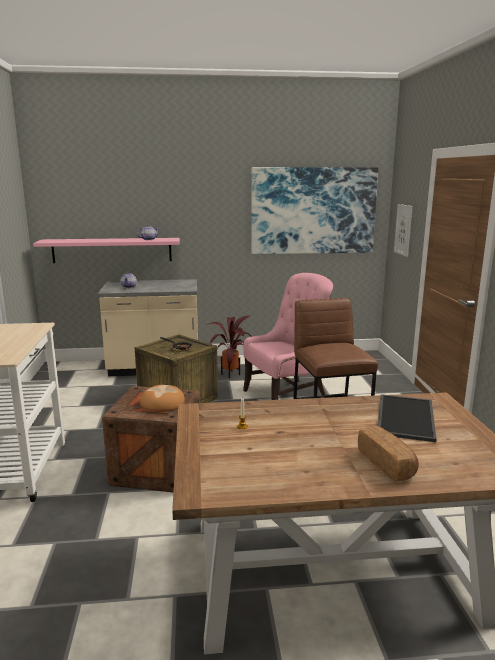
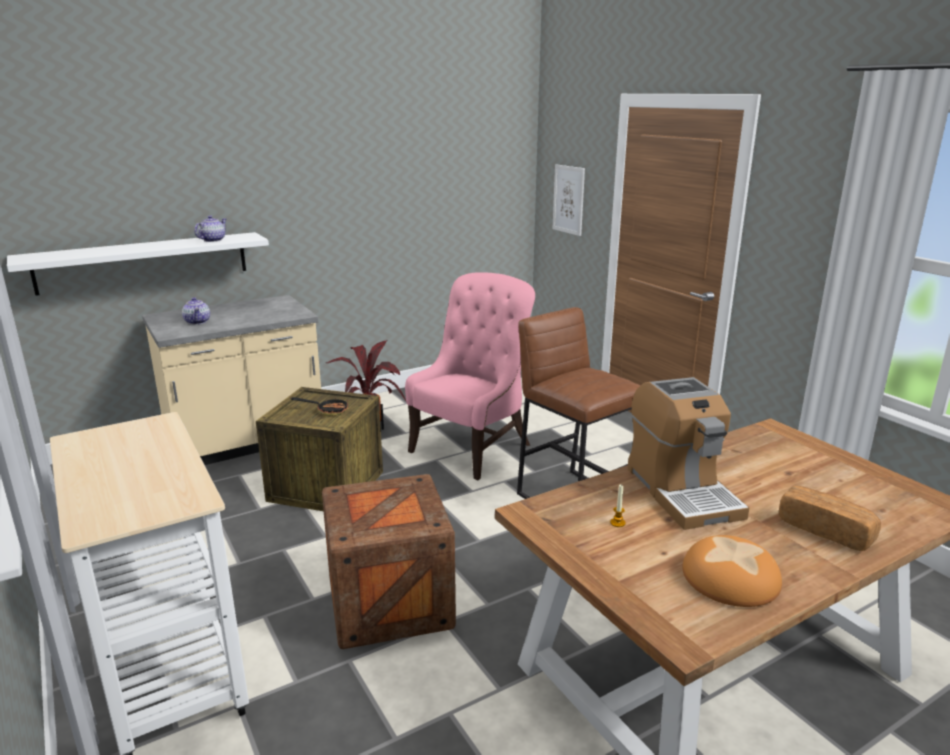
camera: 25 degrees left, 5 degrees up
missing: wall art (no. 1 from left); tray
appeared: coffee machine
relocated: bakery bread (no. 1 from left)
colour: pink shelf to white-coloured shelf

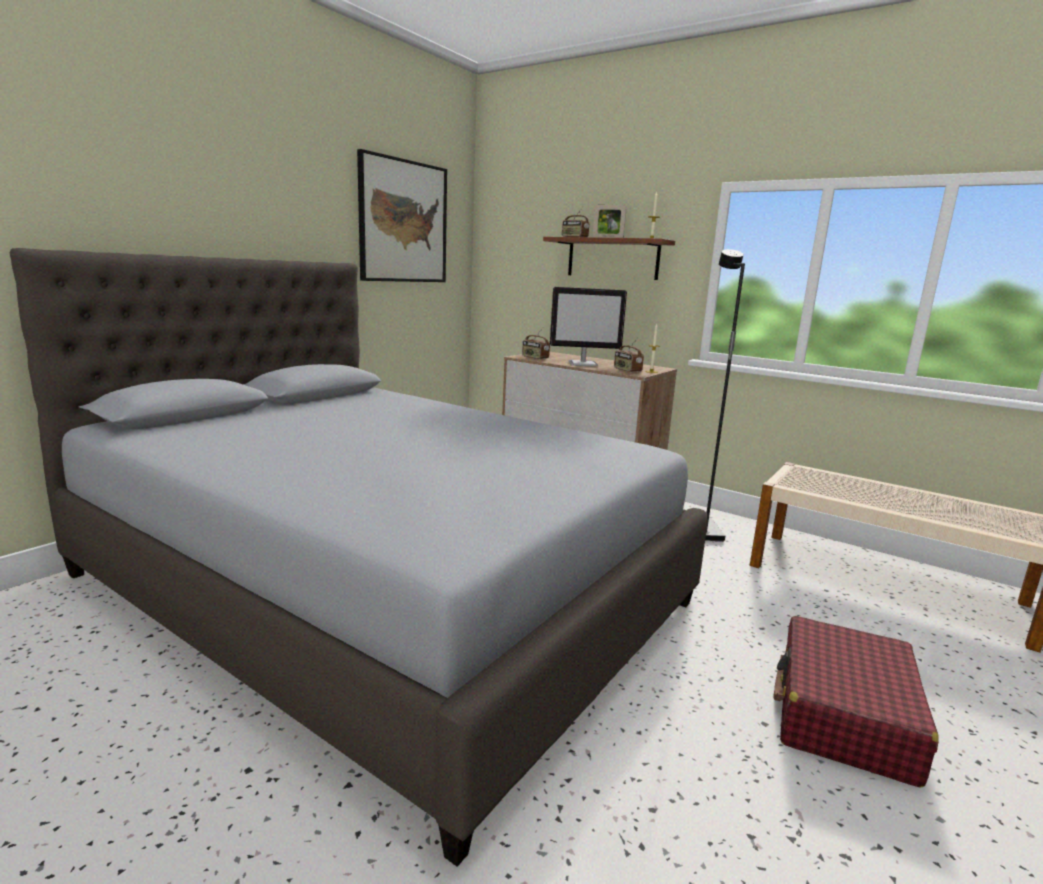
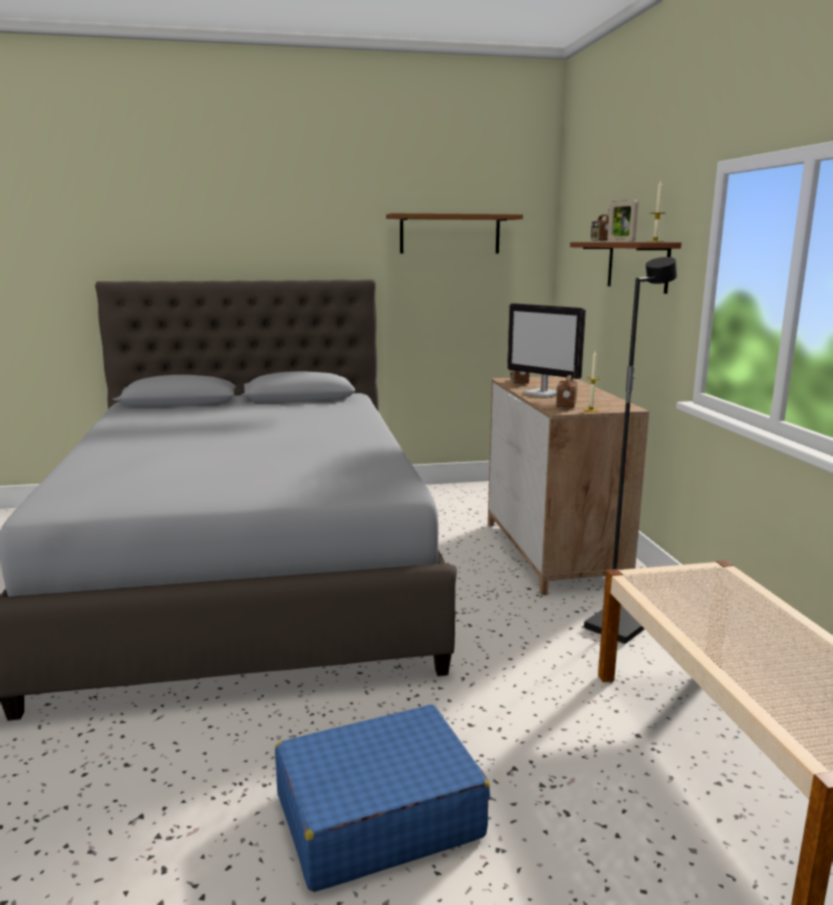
camera: 45 degrees right, 0 degrees up
exchanged: wall art to brown shelf (no. 1 from left)
colour: reddish travel case to bluish travel case

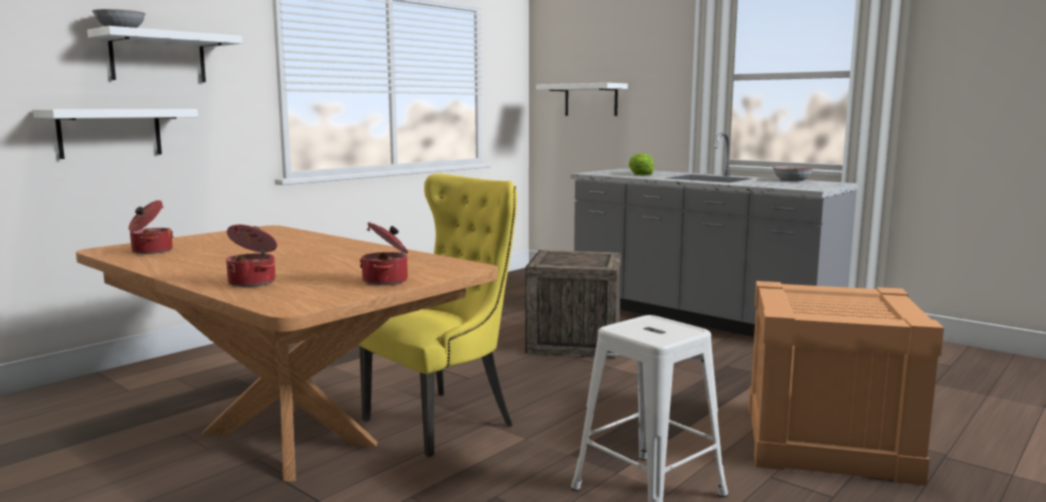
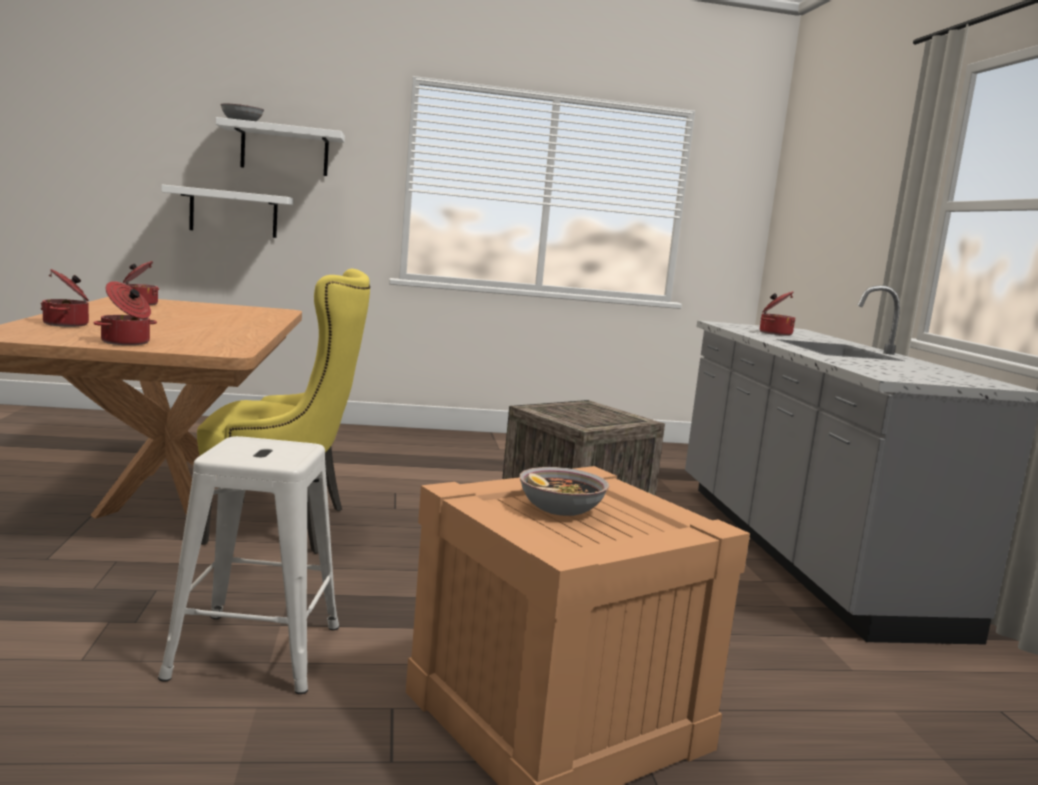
camera: 40 degrees right, 0 degrees up
missing: white-coloured shelf (no. 3 from left)
relocated: serving bowl (no. 2 from left)
exchanged: lettuce to stockpot (no. 4 from left)

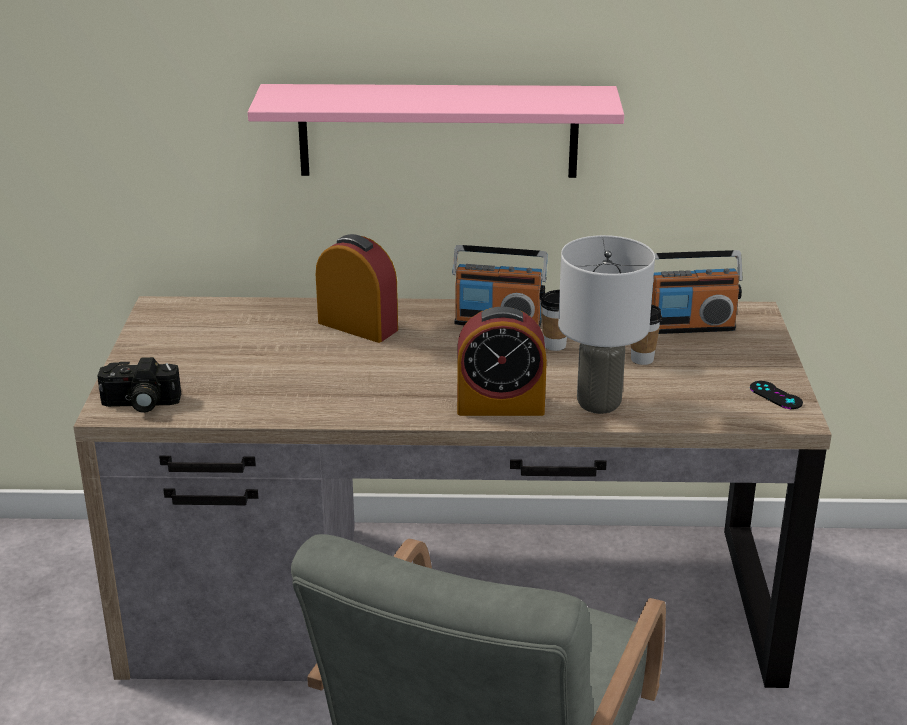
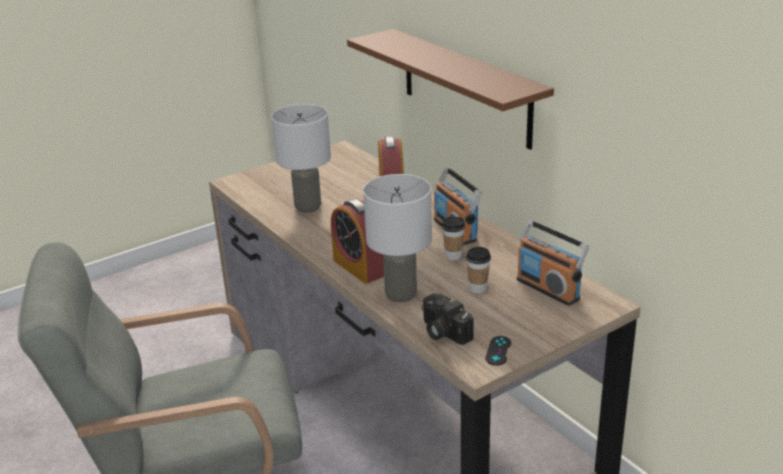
camera: 55 degrees right, 0 degrees up
appeared: white-coloured lamp for a table (no. 1 from left)
relocated: still camera
colour: pink shelf to brown shelf

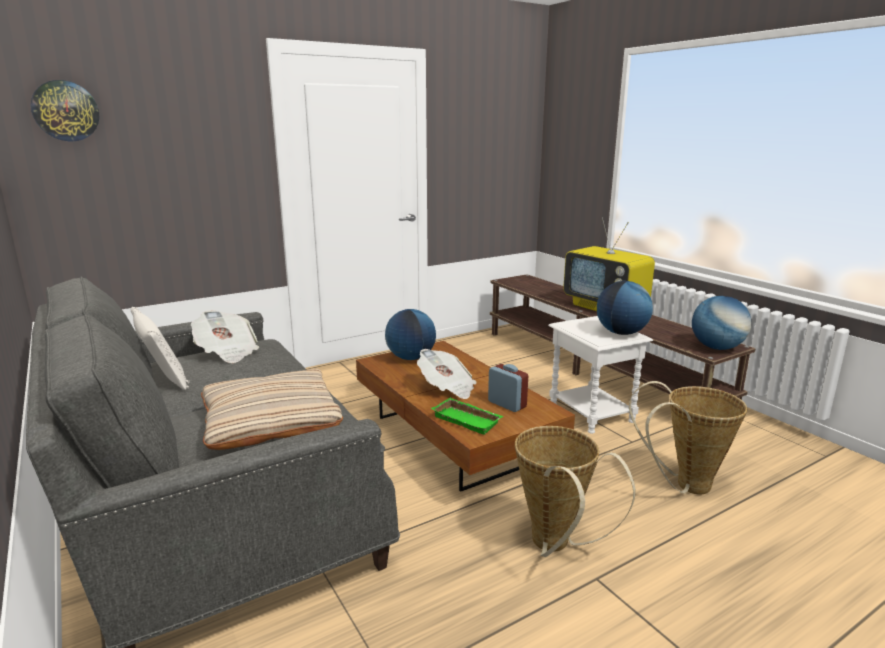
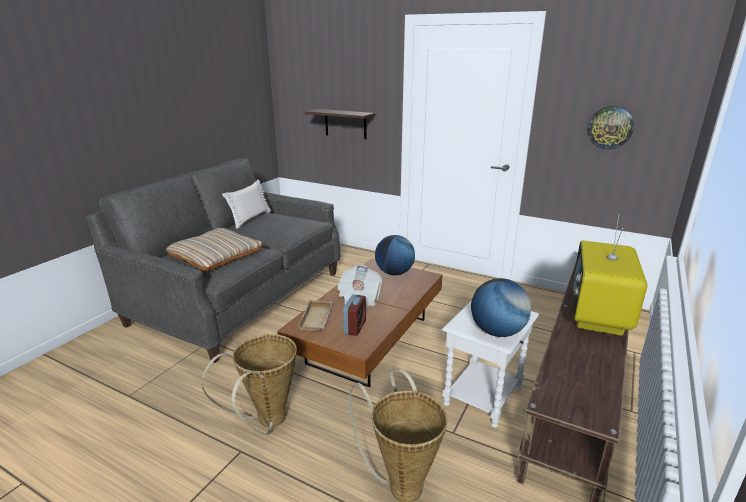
camera: 60 degrees right, 5 degrees up
missing: world globe (no. 3 from left); daily paper (no. 1 from left)
appeared: shelf
relocated: hanging clock
colour: green tray to beige tray

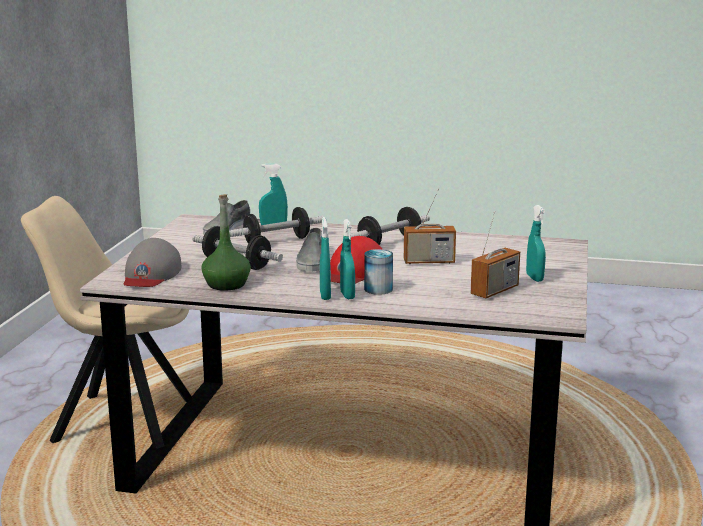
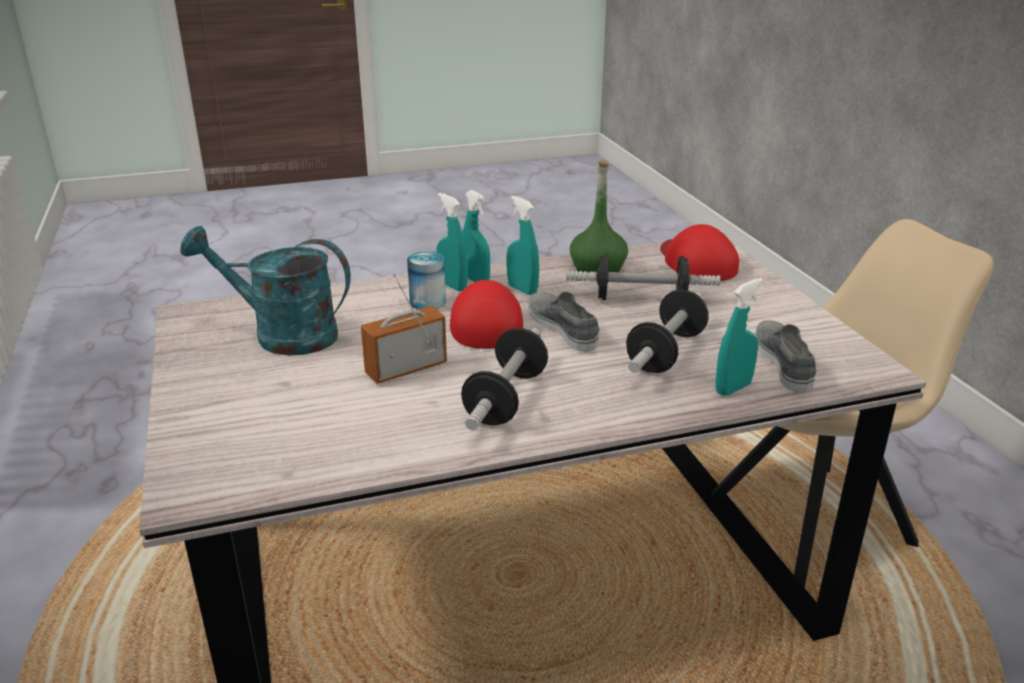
camera: 150 degrees right, 10 degrees up
relocated: turquoise-coloured spray bottle (no. 4 from left in the first image) to turquoise-coloured spray bottle (no. 3 from left)
exchanged: radio receiver (no. 2 from left) to turquoise-coloured sprinkling can
colour: grey cap to reddish cap (no. 2 from left)

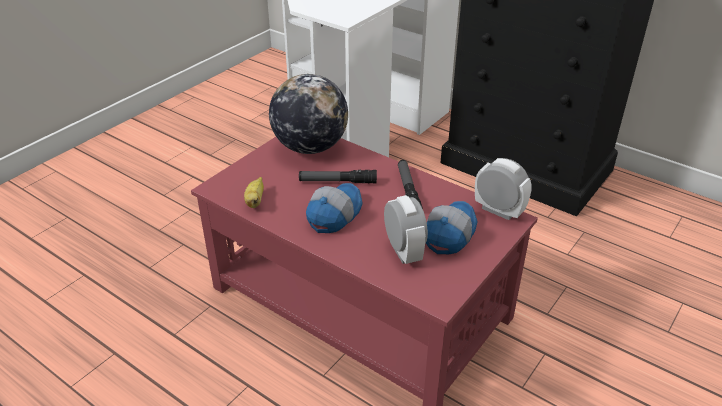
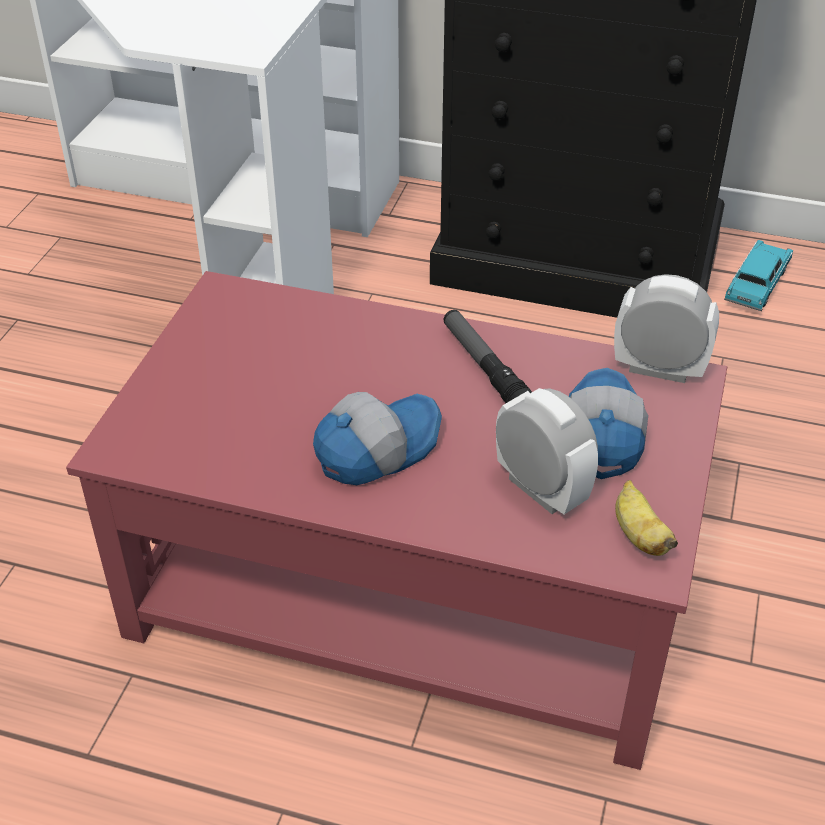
camera: 20 degrees left, 5 degrees up
missing: world globe; hand torch (no. 1 from left)
appeared: turquoise-coloured miniature car
relocated: whole banana
spun: cap (no. 1 from left) 45 degrees clockwise

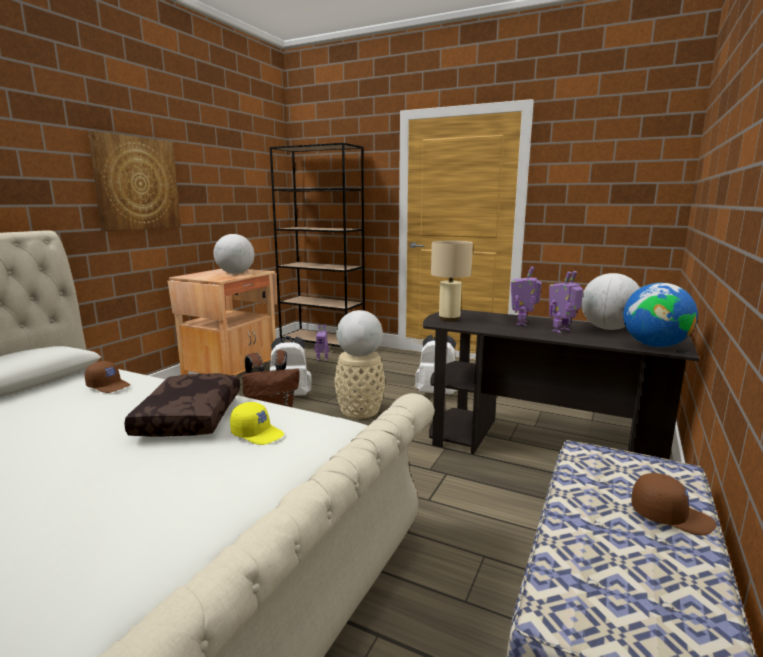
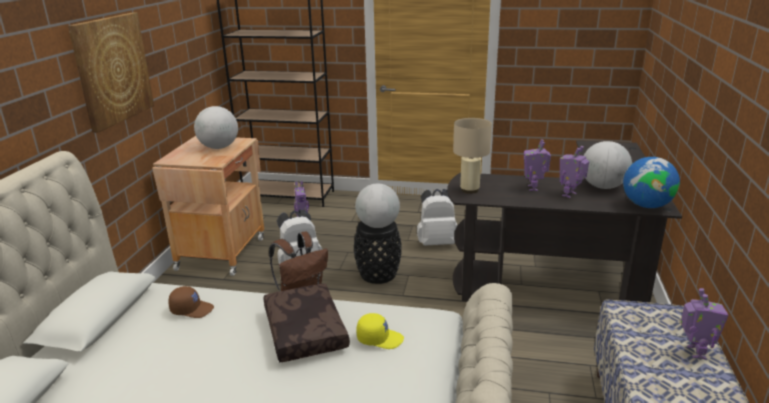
camera: 15 degrees left, 10 degrees up
exchanged: brown cap (no. 2 from left) to robot figure (no. 4 from left)
colour: beige sitting stool to black sitting stool

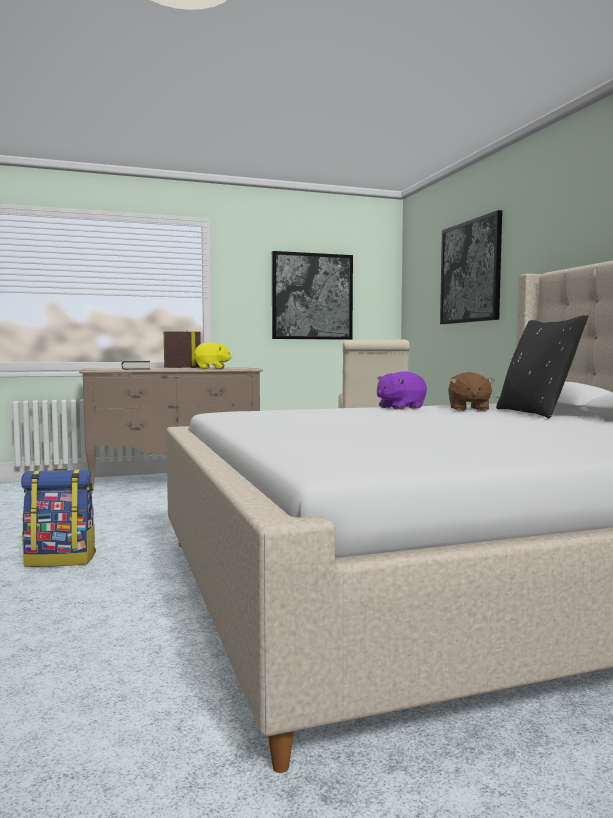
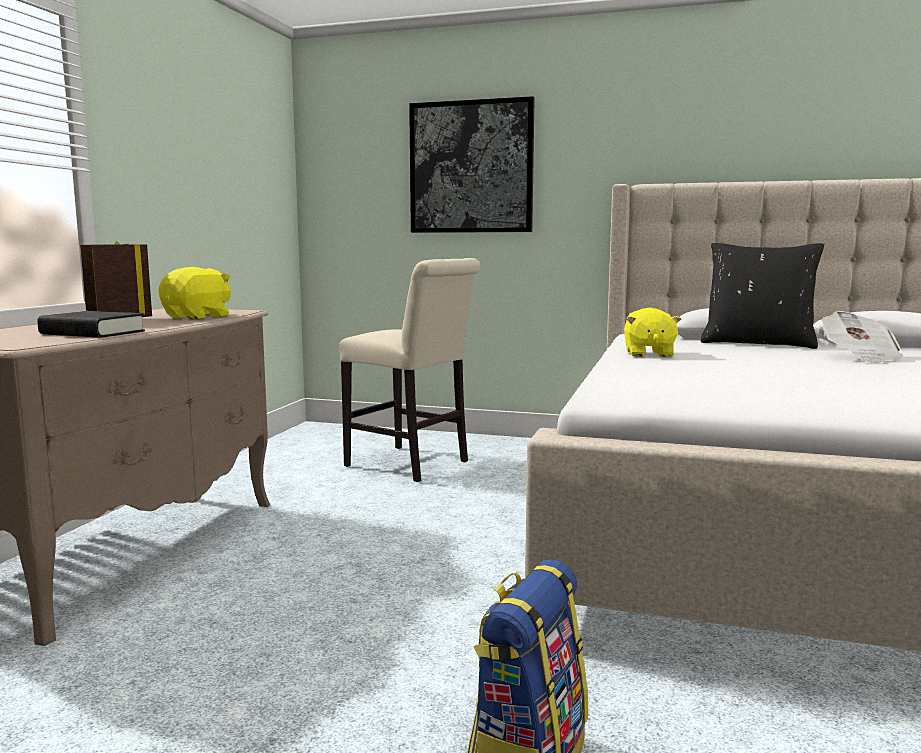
camera: 55 degrees left, 5 degrees up
missing: wall art (no. 1 from left); brown plush toy
appeared: daily paper
colour: purple plush toy to yellow plush toy (no. 2 from left)

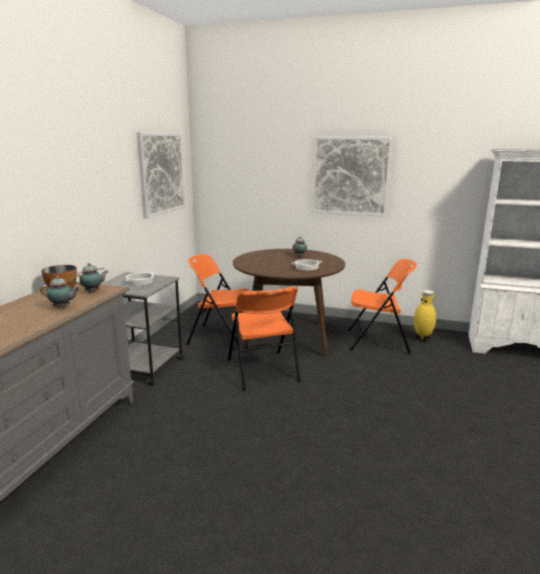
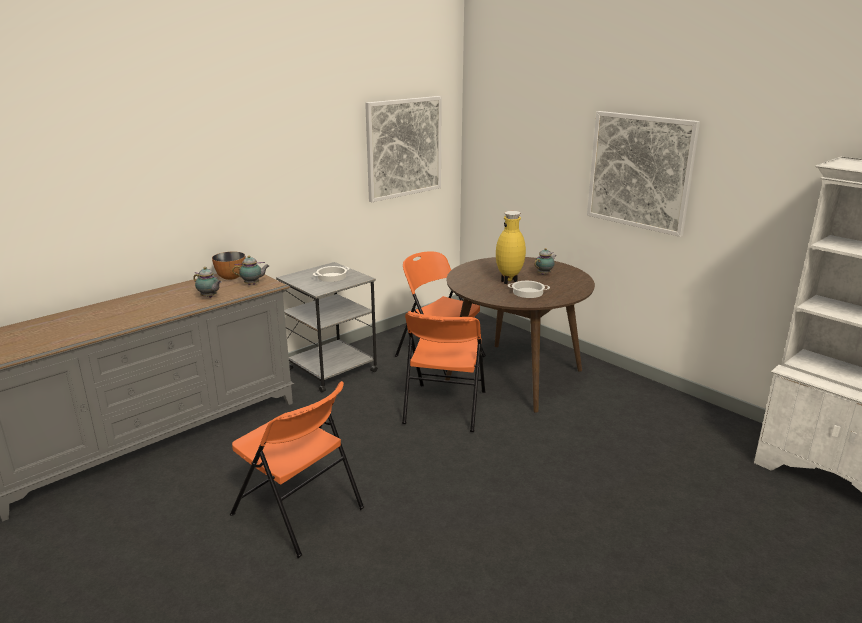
camera: 30 degrees right, 5 degrees up
relocated: orange chair (no. 3 from left in the first image) to orange chair (no. 1 from left); yellow vase

